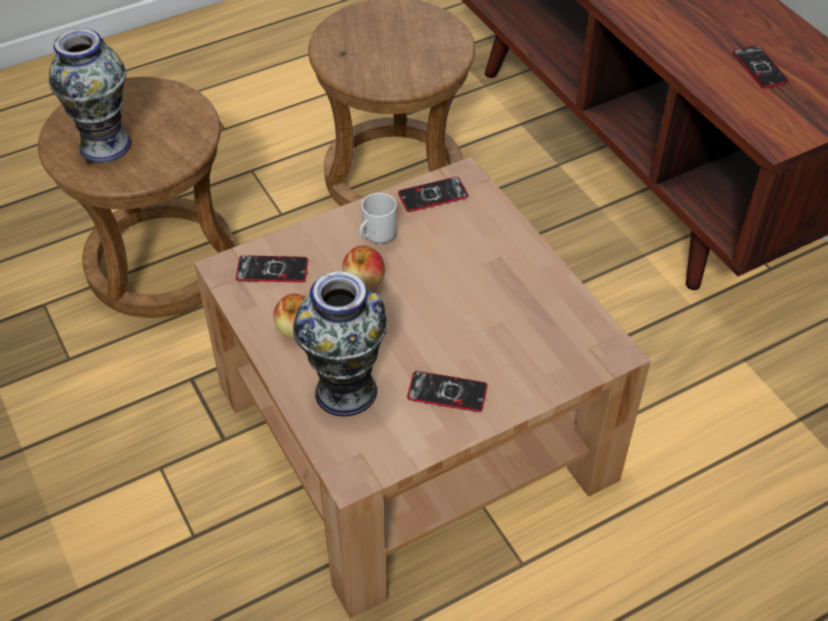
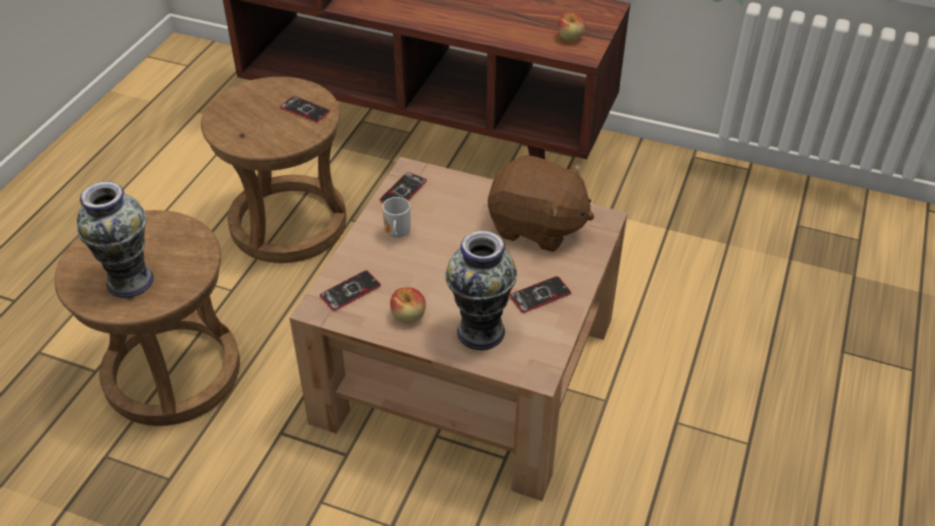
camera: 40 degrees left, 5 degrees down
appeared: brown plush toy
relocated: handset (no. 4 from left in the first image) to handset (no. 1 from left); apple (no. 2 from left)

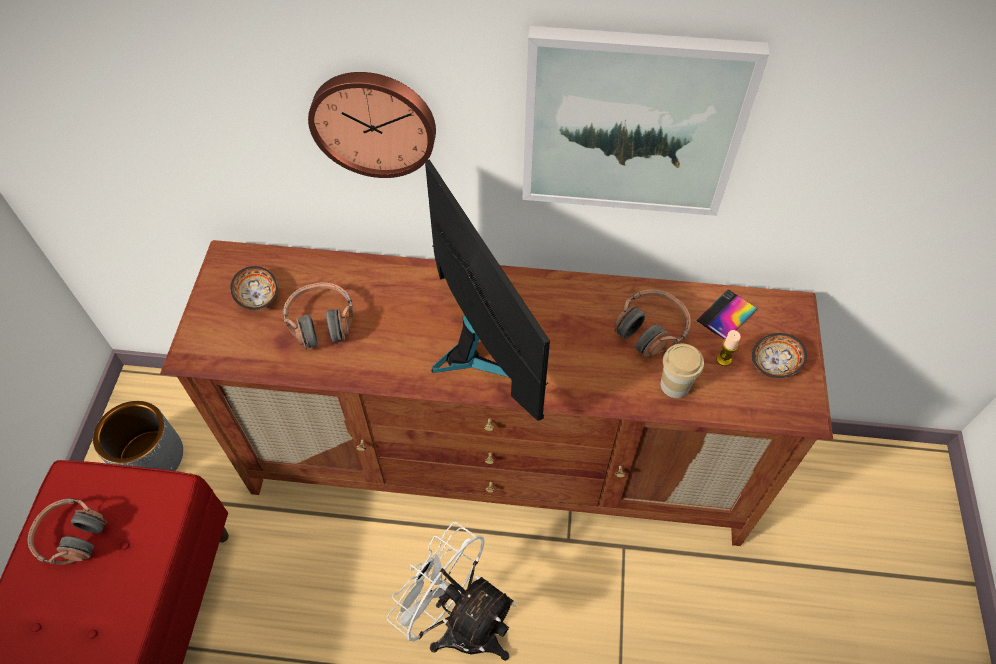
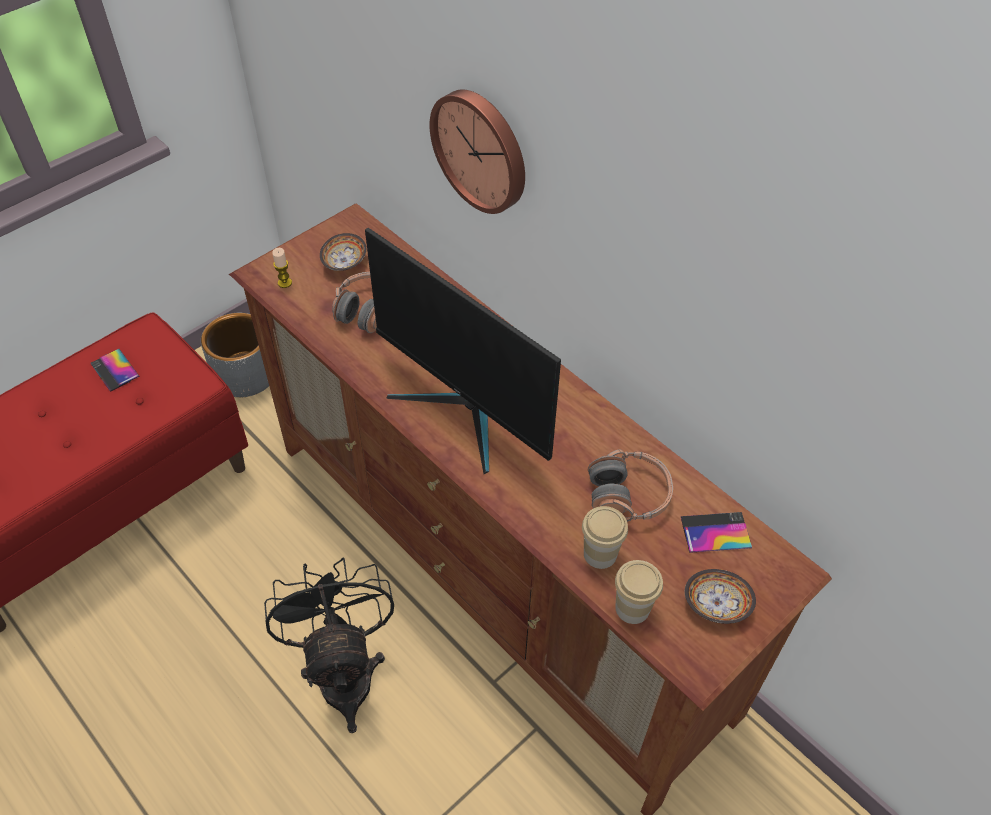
camera: 40 degrees right, 5 degrees down
missing: wall art
appeared: drinking cup (no. 2 from left)
relocated: wax candle
exchanged: pair of headphones (no. 1 from left) to handset (no. 1 from left)
colour: white-coloured electric fan to black electric fan
spun: monitor 120 degrees clockwise

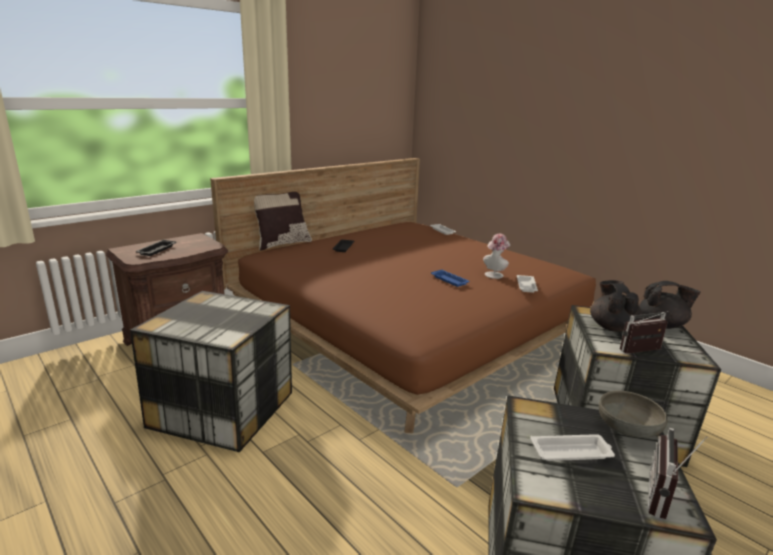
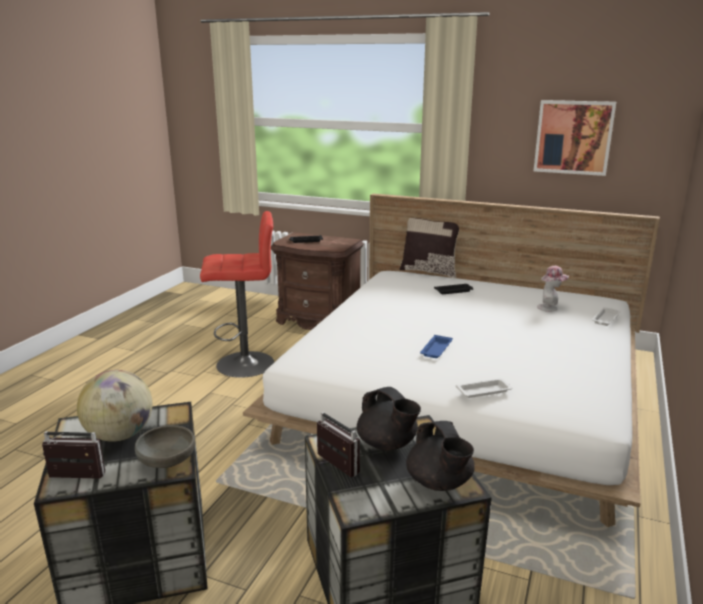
camera: 65 degrees right, 0 degrees up
appeared: wall art
relocated: clothing hat
exchanged: storage container (no. 1 from left) to reddish sitting stool; white-coloured tray (no. 3 from left) to world globe
colour: brown bedroom bed to white-coloured bedroom bed
spun: black pot for tea (no. 1 from left) 75 degrees clockwise

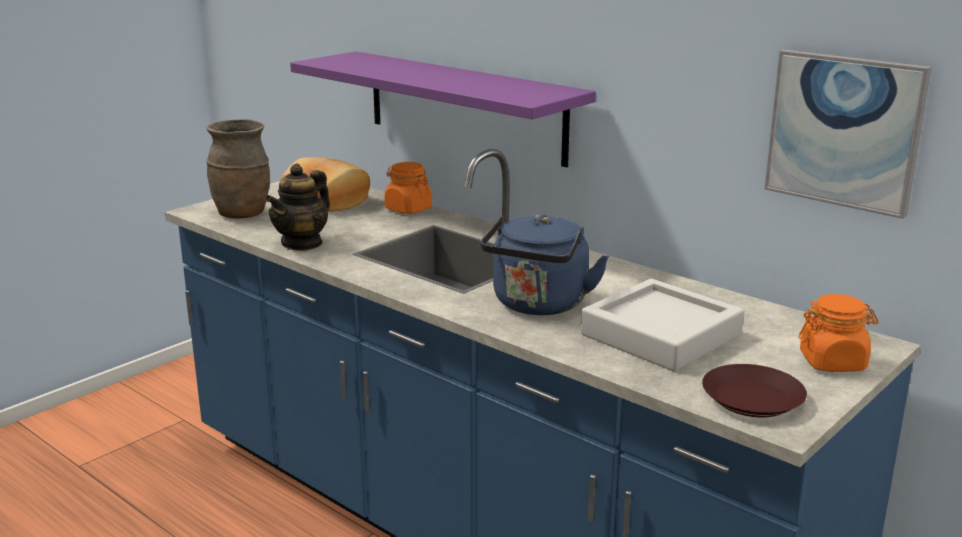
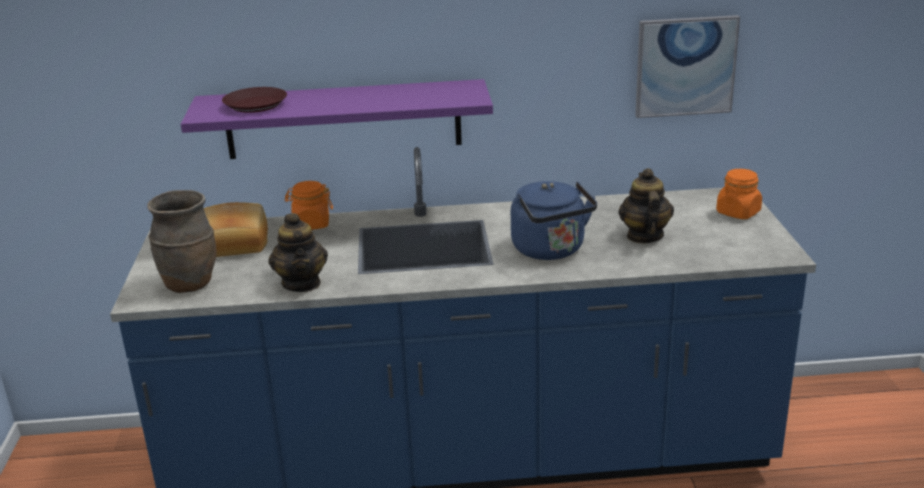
camera: 45 degrees left, 5 degrees up
relocated: brown dinner plate
exchanged: grey tray to pot for tea (no. 2 from left)

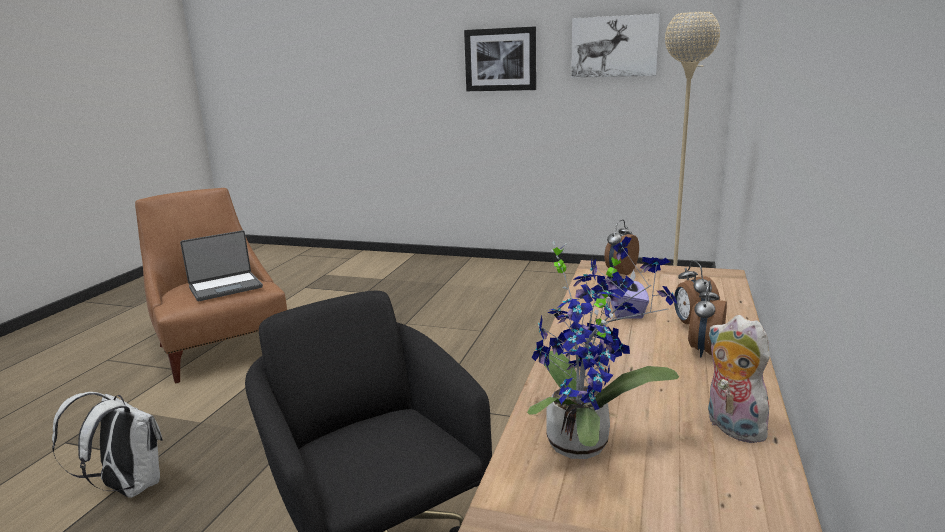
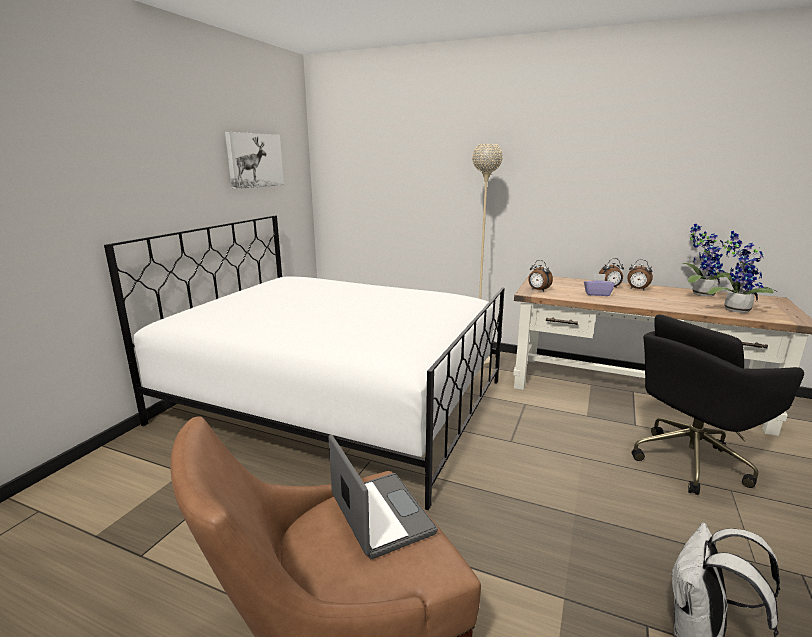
camera: 85 degrees left, 0 degrees up
missing: wall art (no. 1 from left)
appeared: white-coloured bedroom bed
exchanged: plush toy to potted plant (no. 1 from left)

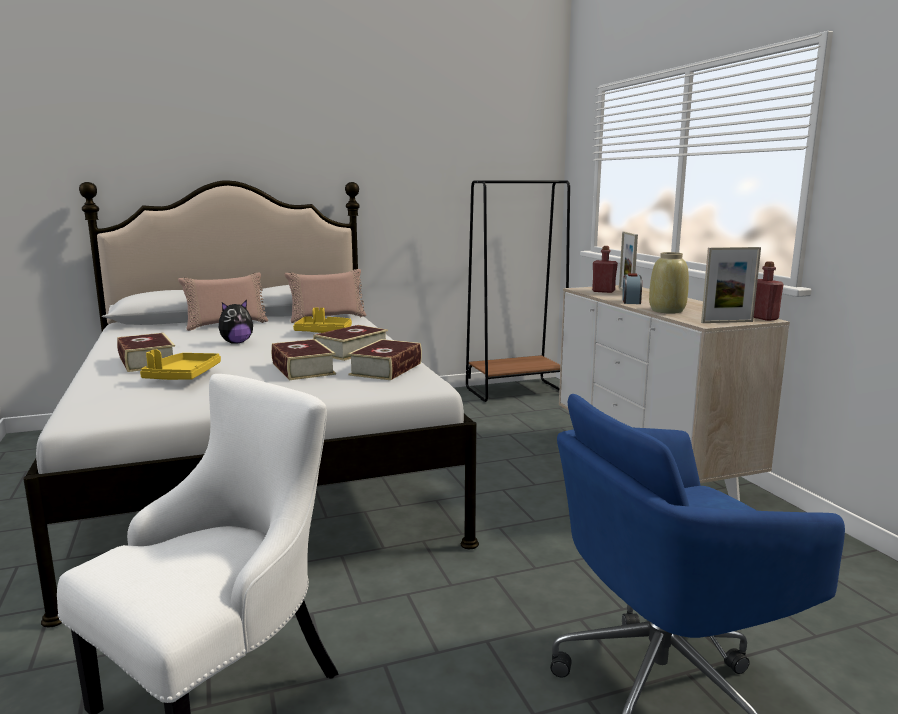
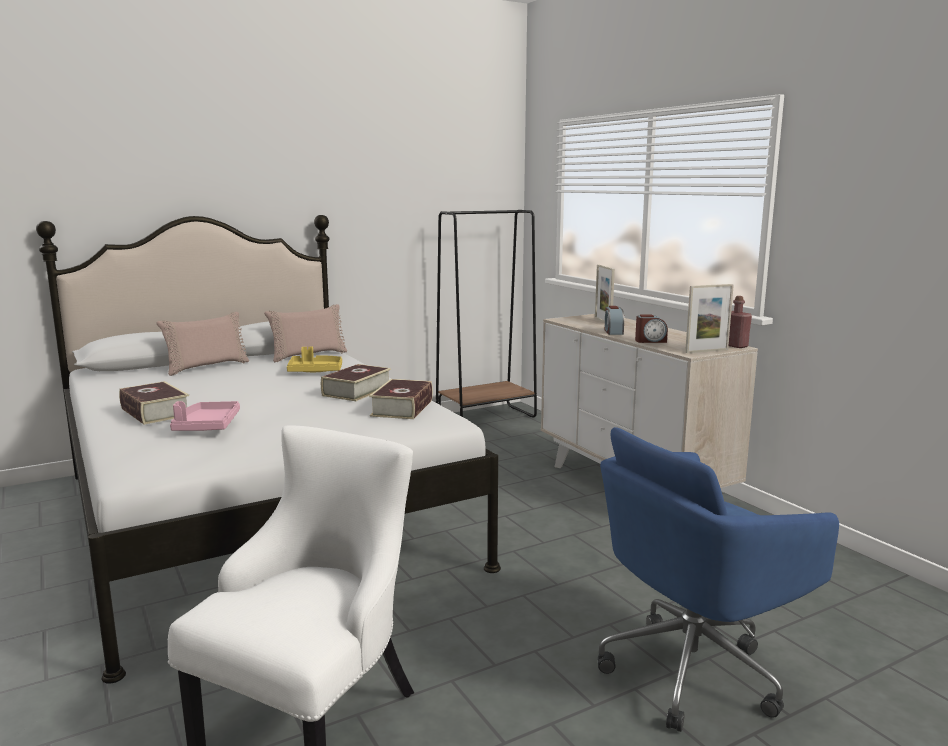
camera: 10 degrees left, 0 degrees up
missing: reddish bottle (no. 1 from left); plush toy; volume (no. 2 from left)
exchanged: beige vase to alarm clock (no. 2 from left)
colour: yellow tray (no. 1 from left) to pink tray

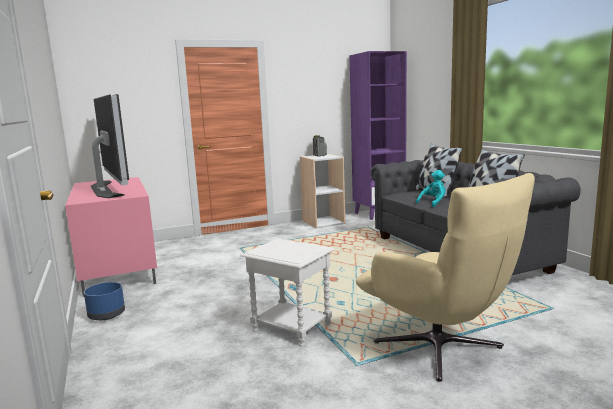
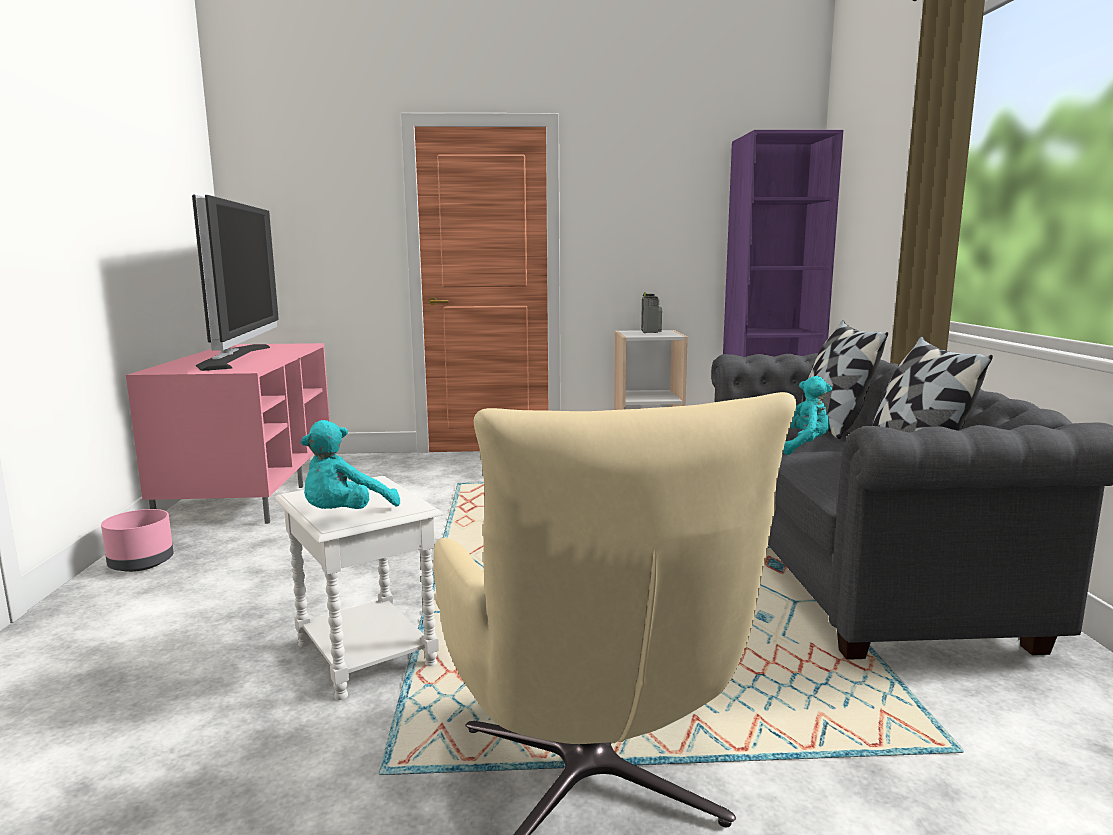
camera: 20 degrees right, 0 degrees up
appeared: turquoise-coloured plush toy (no. 1 from left)
colour: bluish planter to pink planter

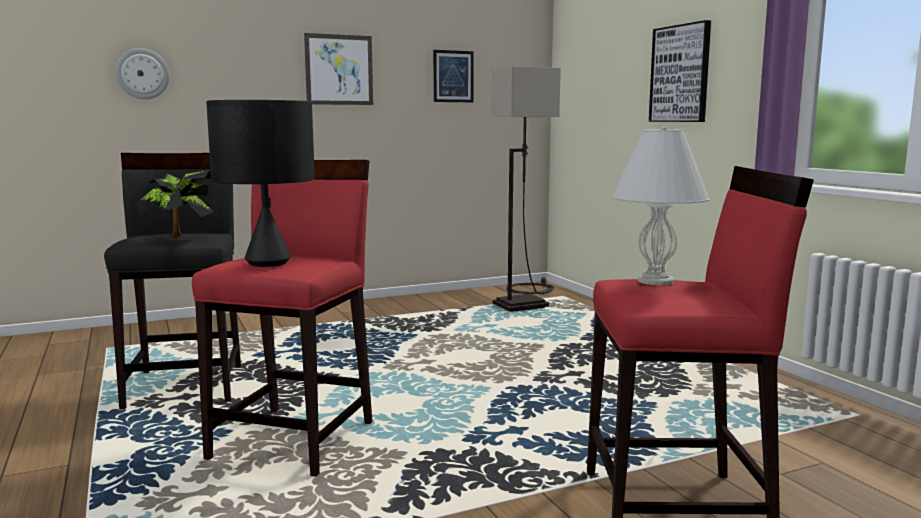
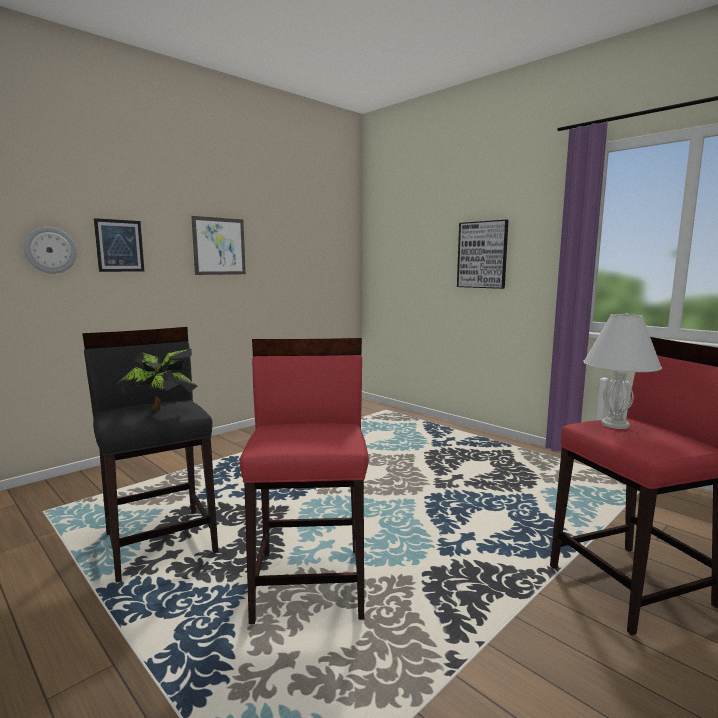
camera: 20 degrees left, 0 degrees up
missing: floor lamp; black lamp for a table
relocated: wall art (no. 2 from left in the first image) to wall art (no. 1 from left)

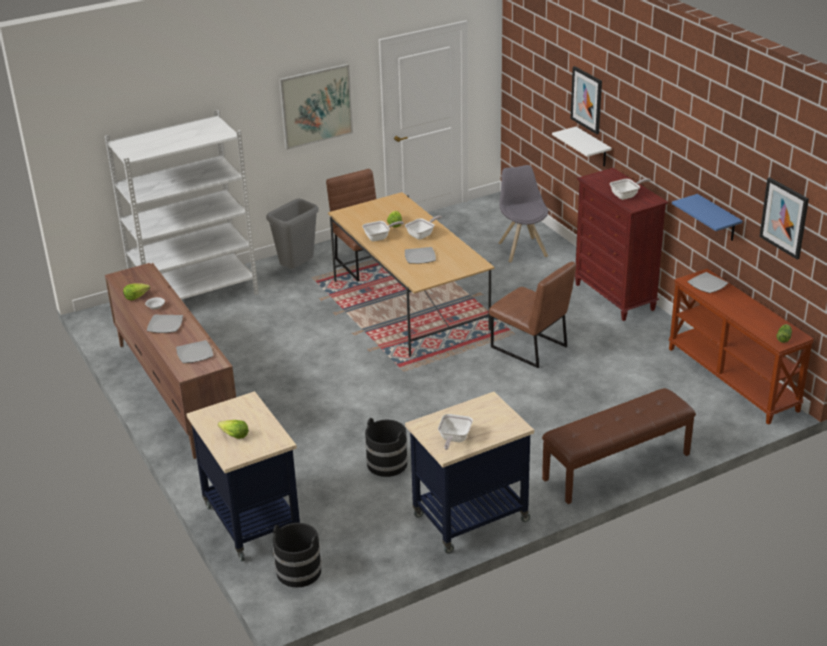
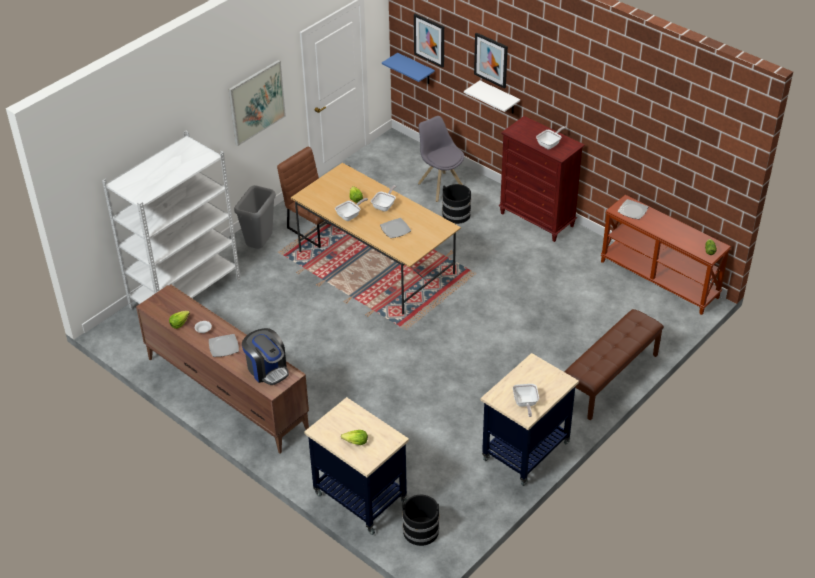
camera: 20 degrees left, 10 degrees up
missing: brown chair (no. 2 from left)
relocated: wall art (no. 3 from left in the first image) to wall art (no. 2 from left); bluish shelf; black water bucket (no. 2 from left)
exchanged: dinner plate (no. 2 from left) to coffee machine

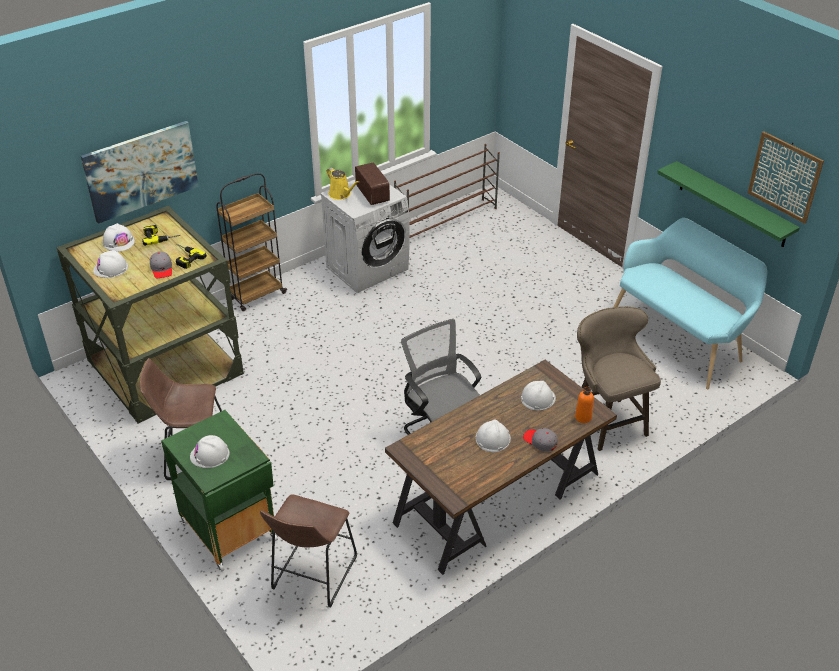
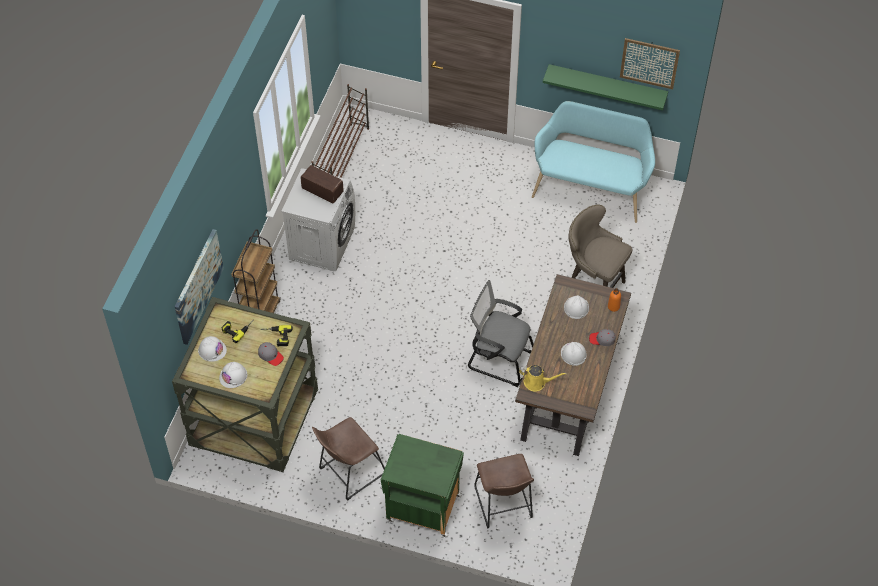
camera: 35 degrees left, 15 degrees up
missing: white-coloured safety helmet (no. 3 from left)
relocated: yellow sprinkling can

